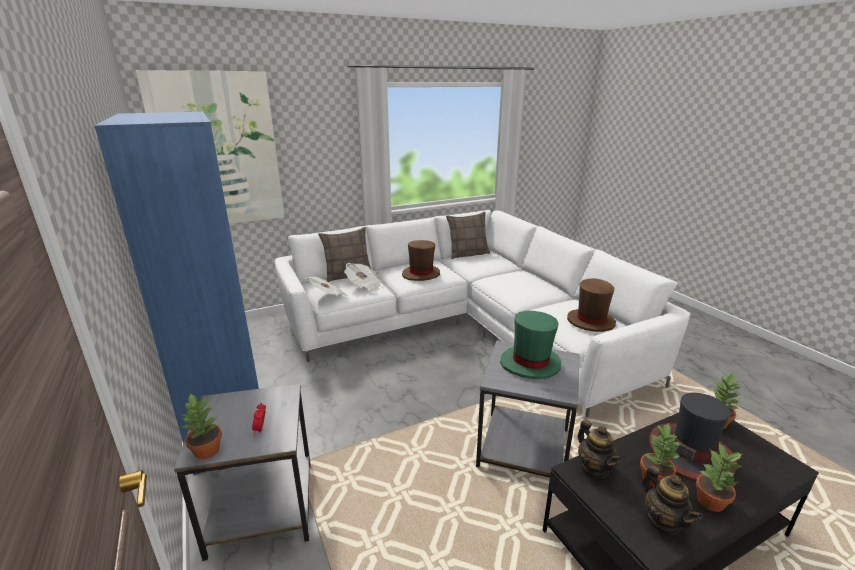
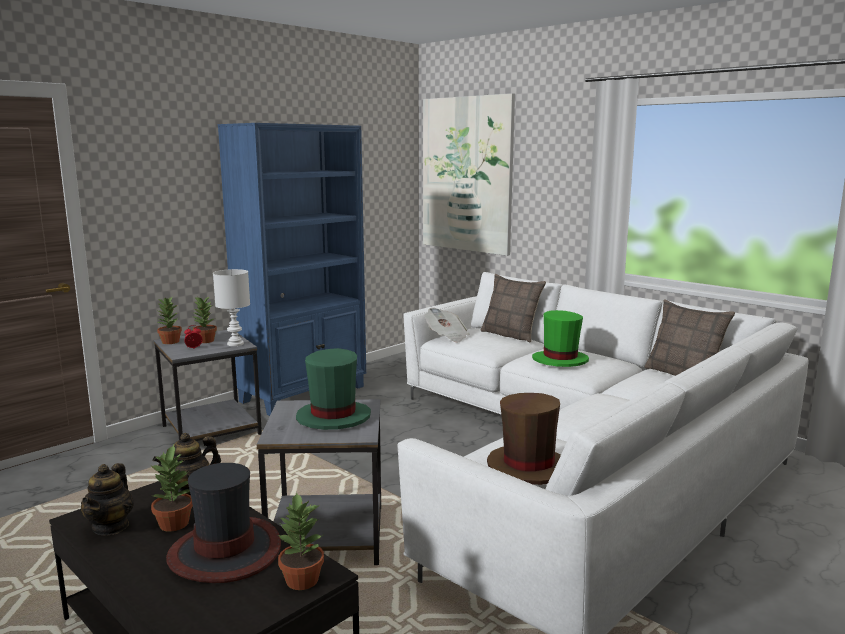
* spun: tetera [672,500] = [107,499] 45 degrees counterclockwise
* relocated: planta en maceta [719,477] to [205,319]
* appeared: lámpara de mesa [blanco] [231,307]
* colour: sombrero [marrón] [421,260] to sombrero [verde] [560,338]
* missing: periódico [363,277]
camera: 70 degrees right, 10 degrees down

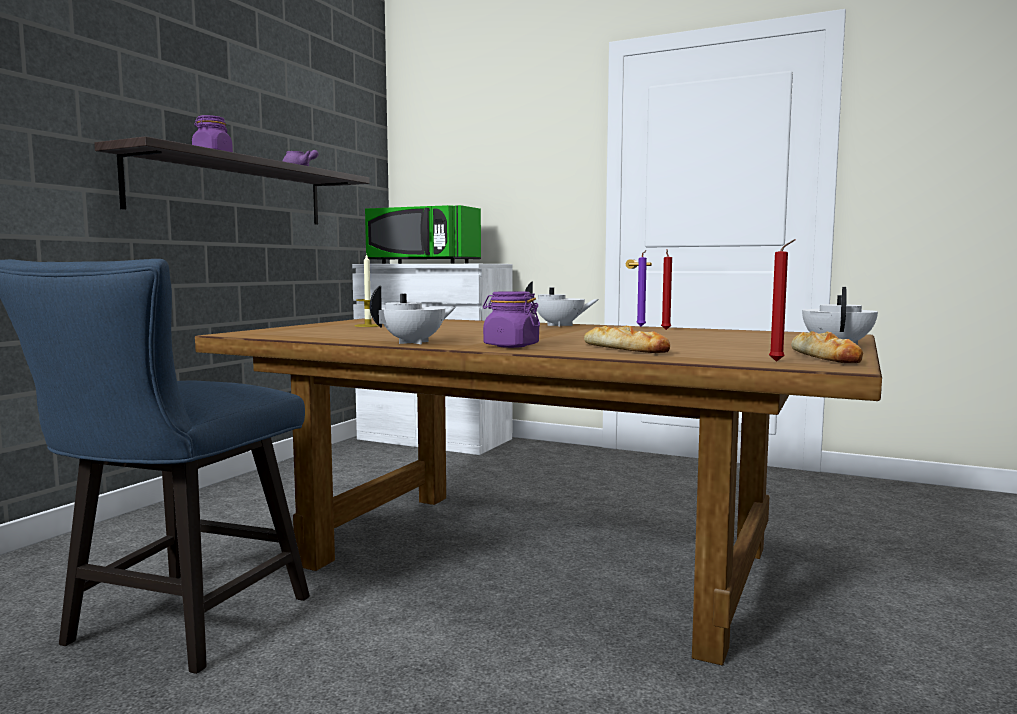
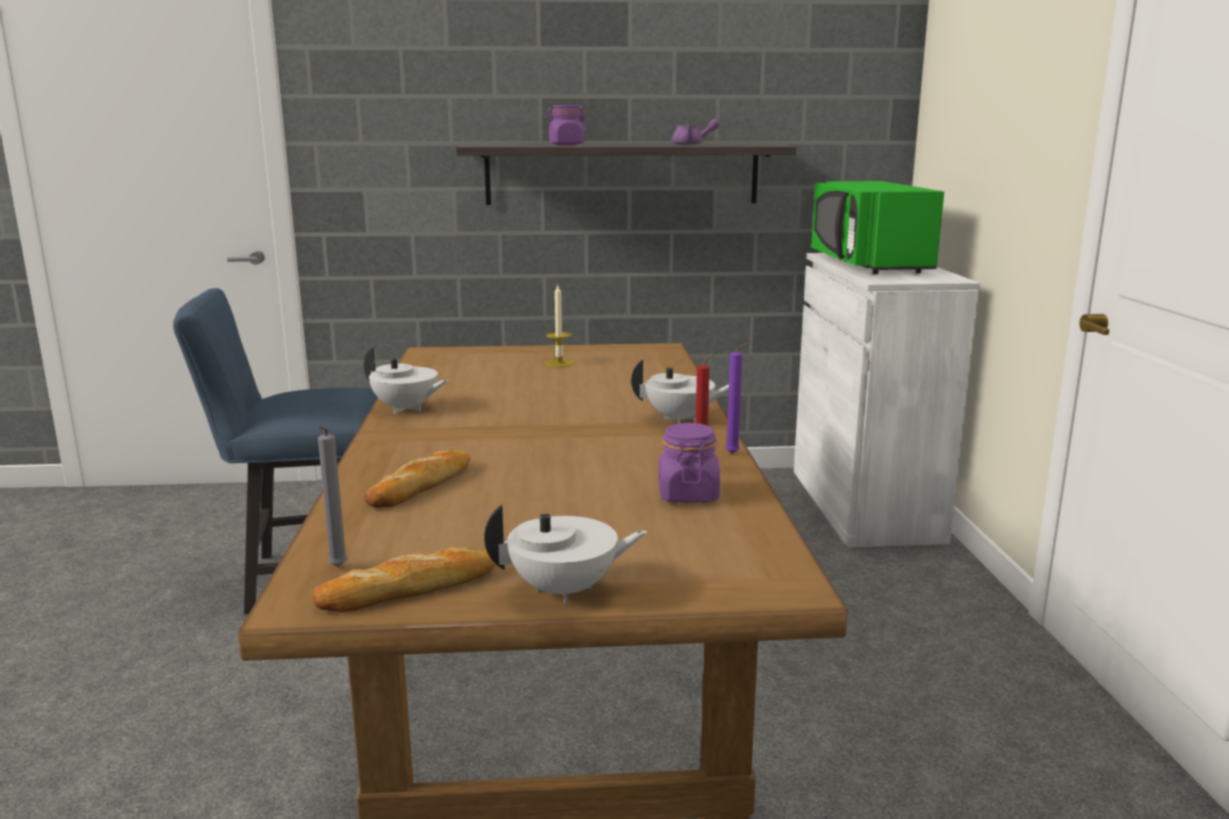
* colour: vela [rojo] [782,300] to vela [gris] [333,496]
* spun: tetera [blanco] [562,304] = [680,391] 60 degrees counterclockwise
* relocated: tarro [morado] [511,319] to [689,463]
camera: 60 degrees right, 10 degrees up

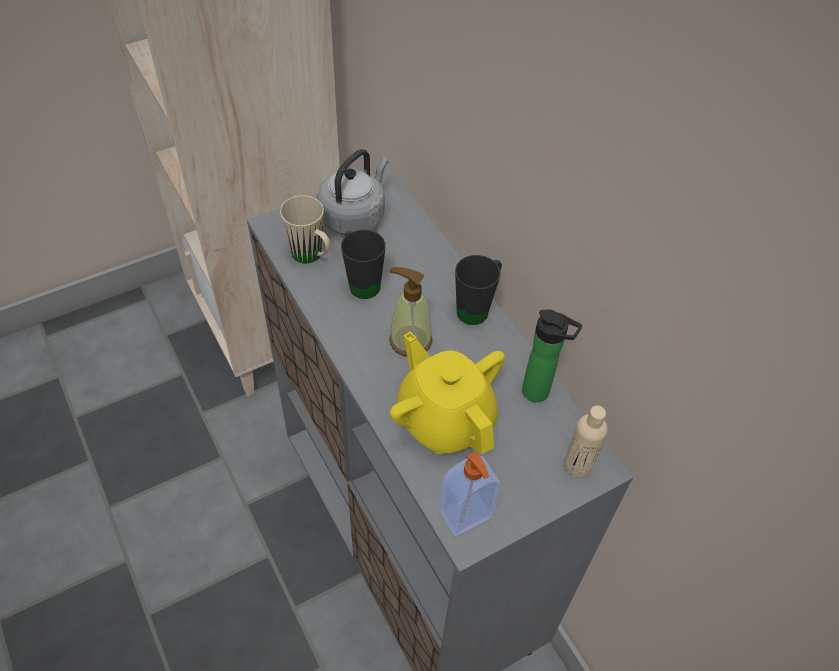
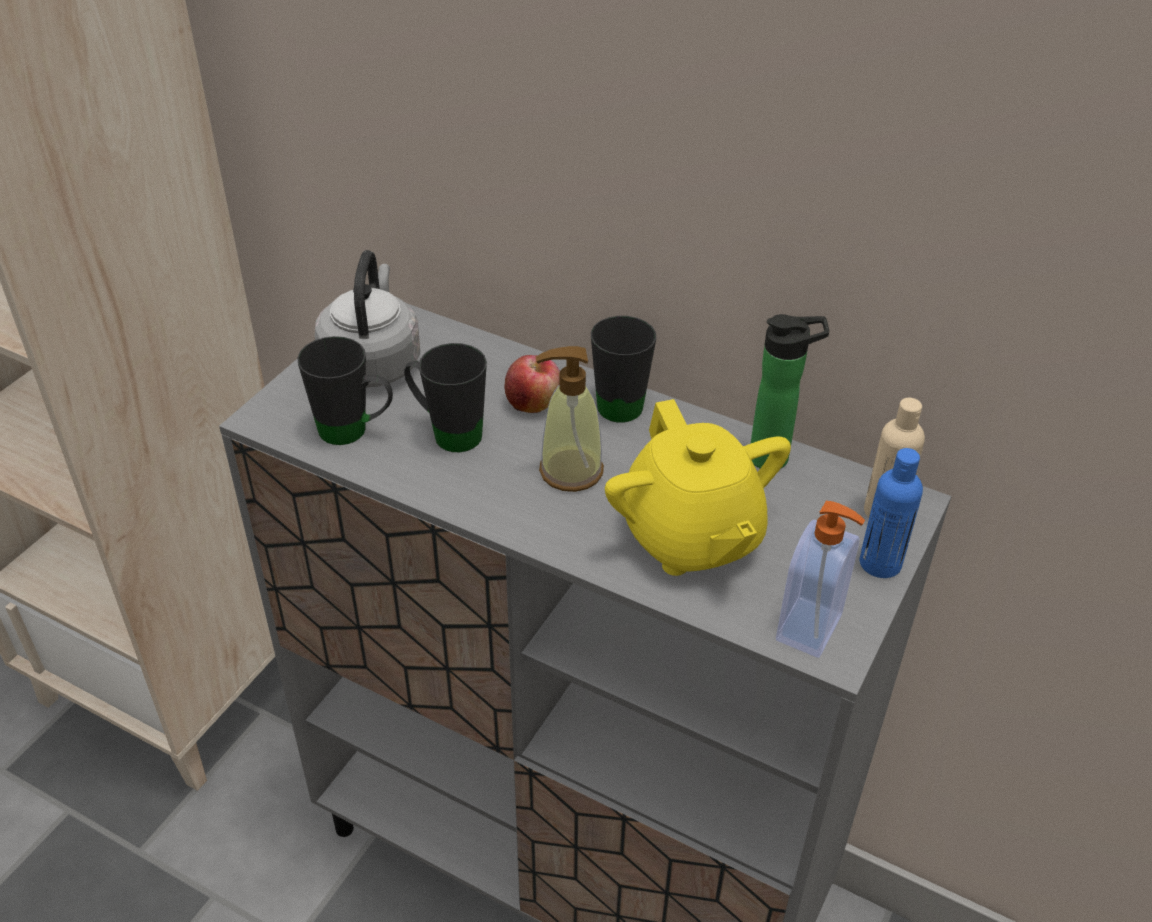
* colour: taza grande [beis] [305,229] to taza grande [negro] [345,390]
* appeared: manzana [532,384]
* spun: tetera [amarillo] [447,392] = [698,487] 135 degrees counterclockwise
* appeared: botella [azul] [891,513]
camera: 30 degrees left, 10 degrees down

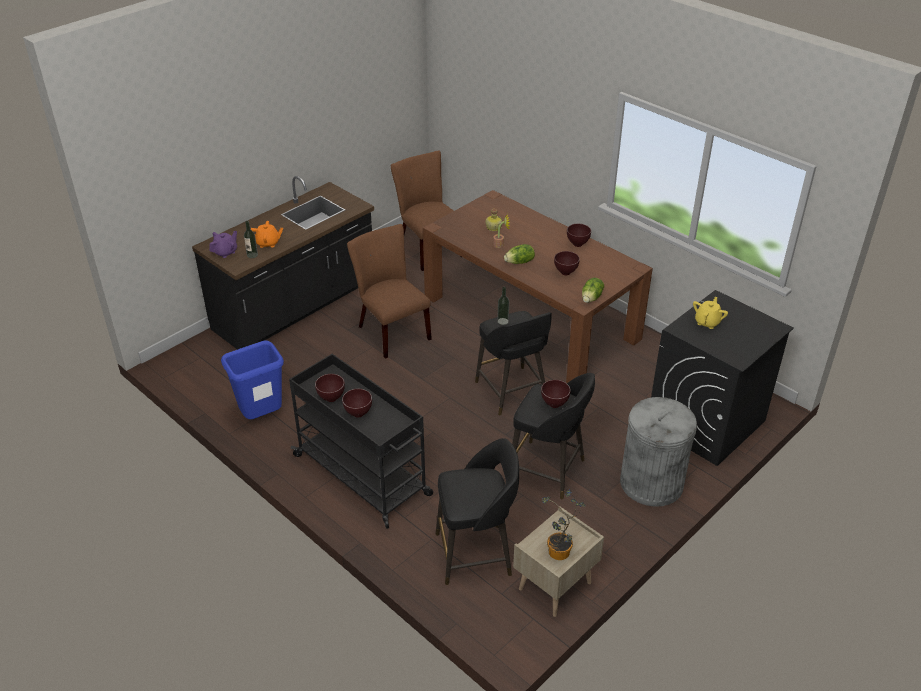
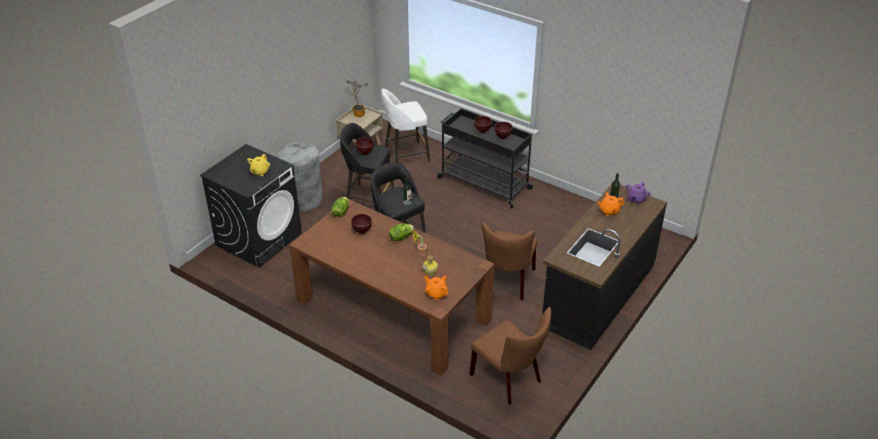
* colour: taburete [negro] [477,511] to taburete [blanco] [405,126]
* appeared: tetera [naranja] [436,287]
* spun: silla [marrón] [389,291] = [509,260] 60 degrees clockwise
* missing: papelera [azul] [252,379]
* missing: cuenco [marrón] [579,235]
camera: 170 degrees right, 0 degrees up

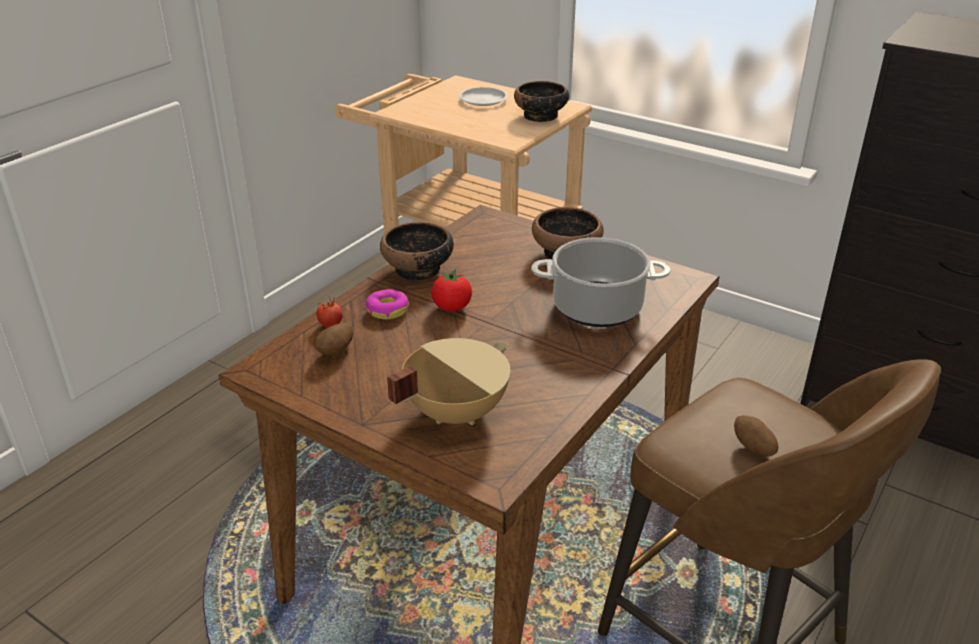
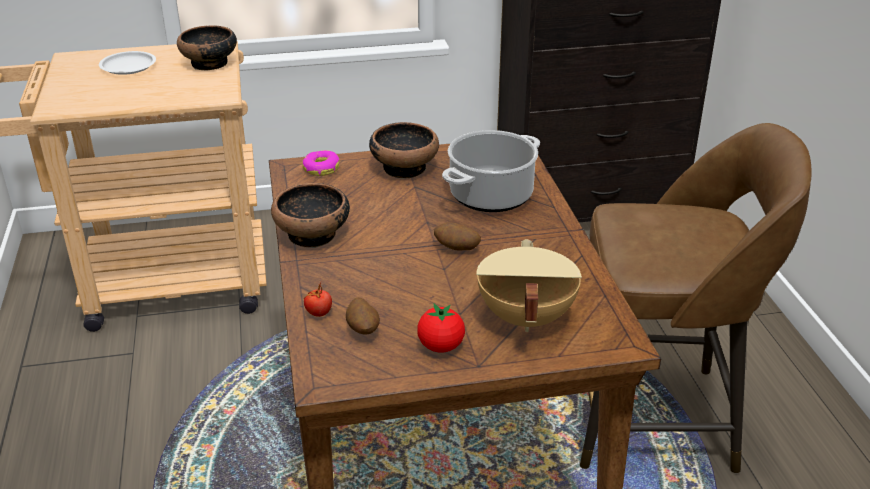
* relocated: rosquilla [387,304] to [320,163]
* relocated: tomate [451,290] to [441,328]
* relocated: patata [756,436] to [457,236]
camera: 45 degrees left, 0 degrees up

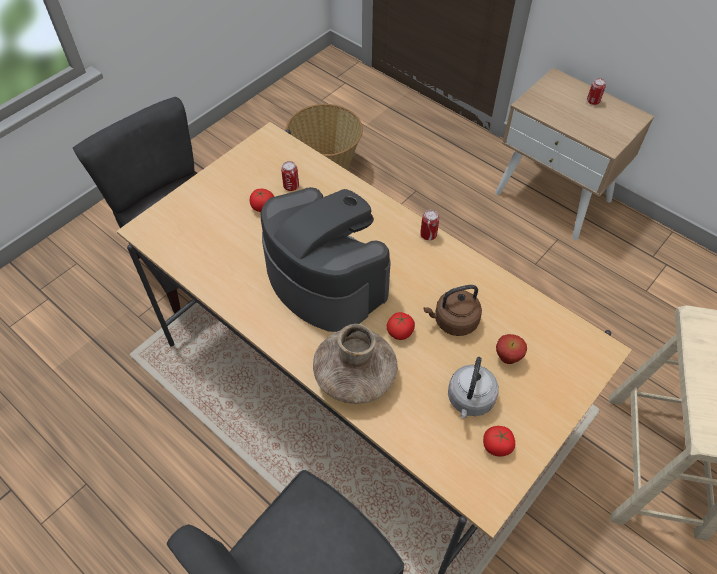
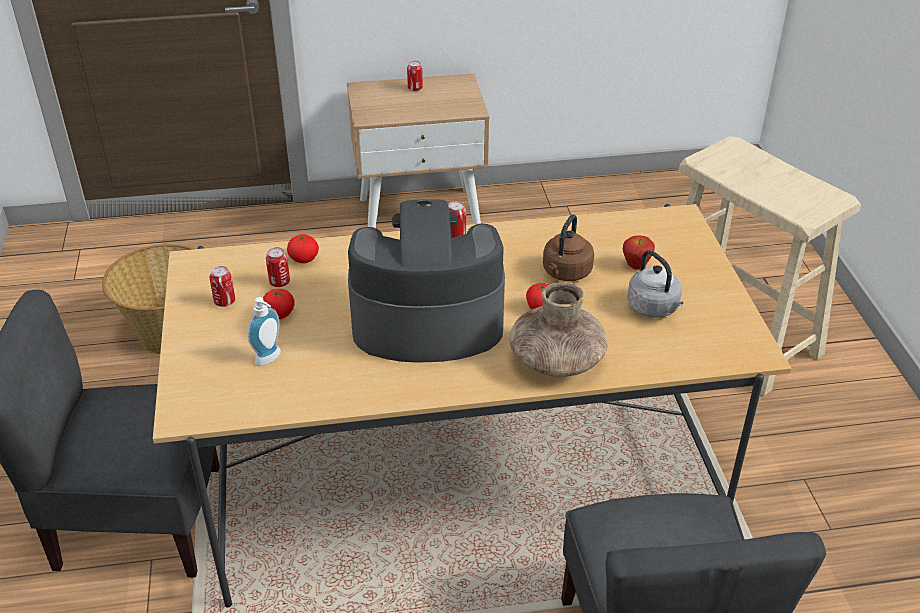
* appeared: lata [222,286]
* appeared: dispensador de jabón [264,331]
* relocated: tomate [499,441] to [303,248]
camera: 50 degrees left, 15 degrees down

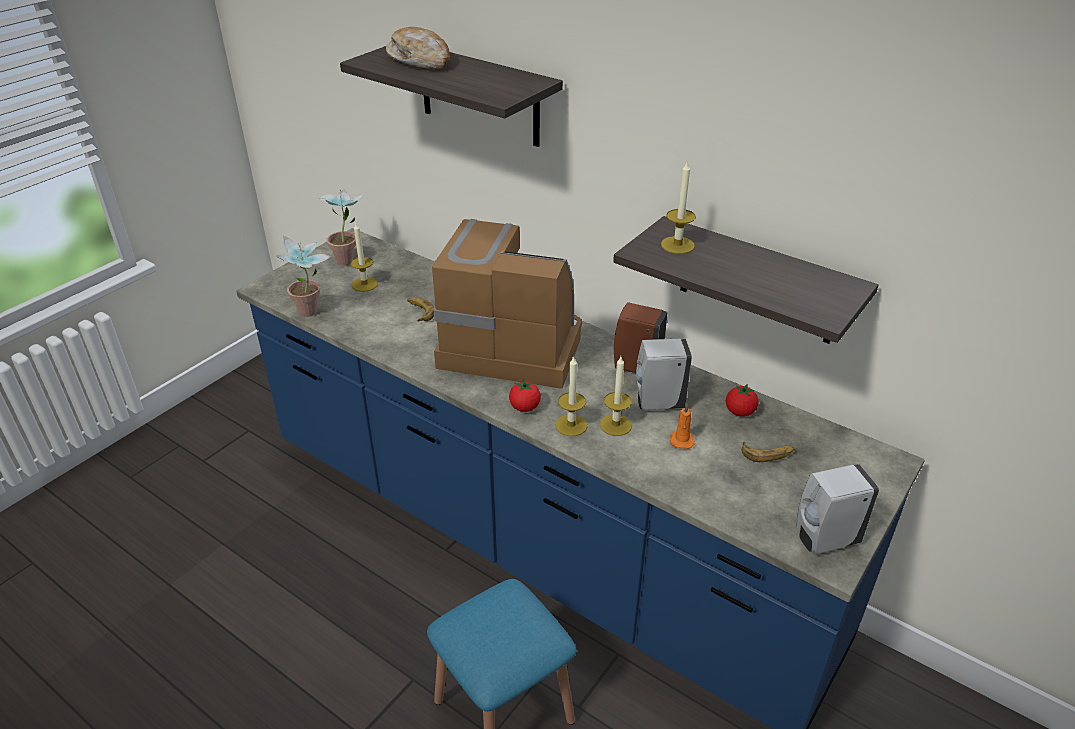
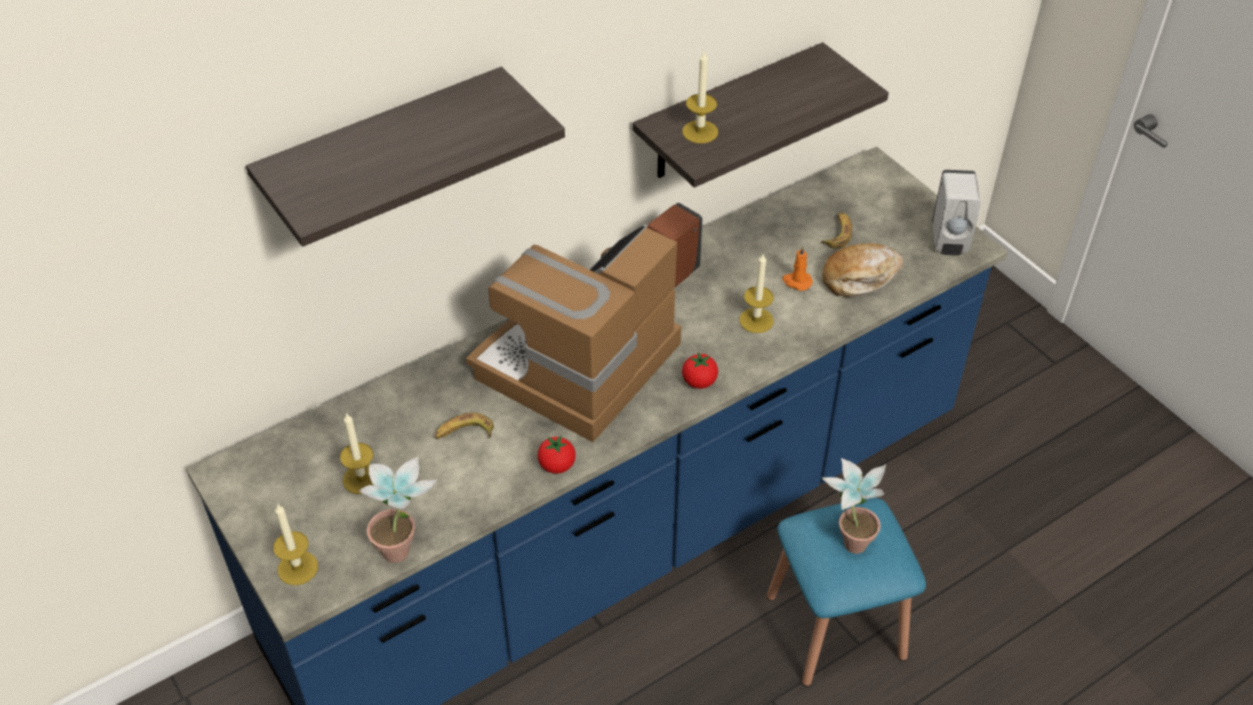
* relocated: vela [571,396] to [295,544]
* relocated: tomate [742,400] to [557,454]
* relocated: pan [418,48] to [862,270]
* relocated: planta en maceta [341,227] to [854,506]
* missing: dispensador de jabón [blanco] [663,374]
camera: 70 degrees left, 10 degrees up

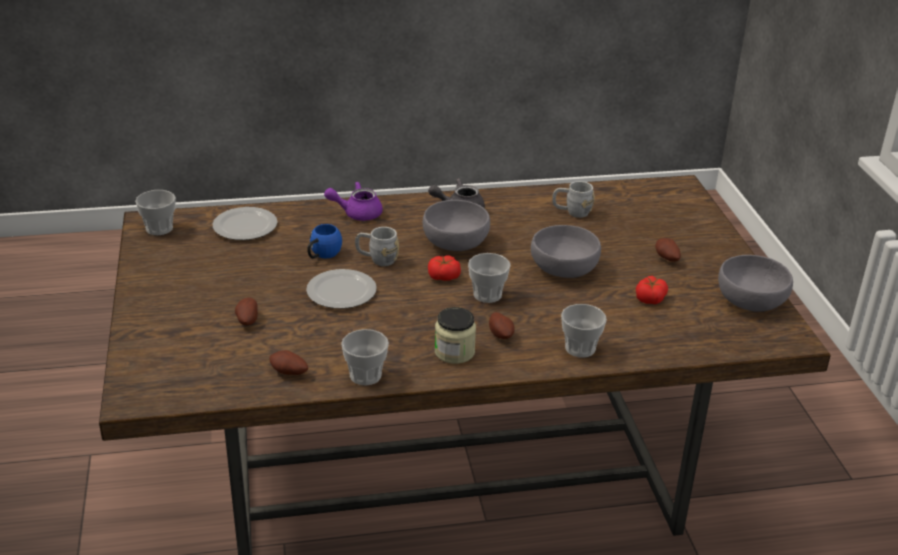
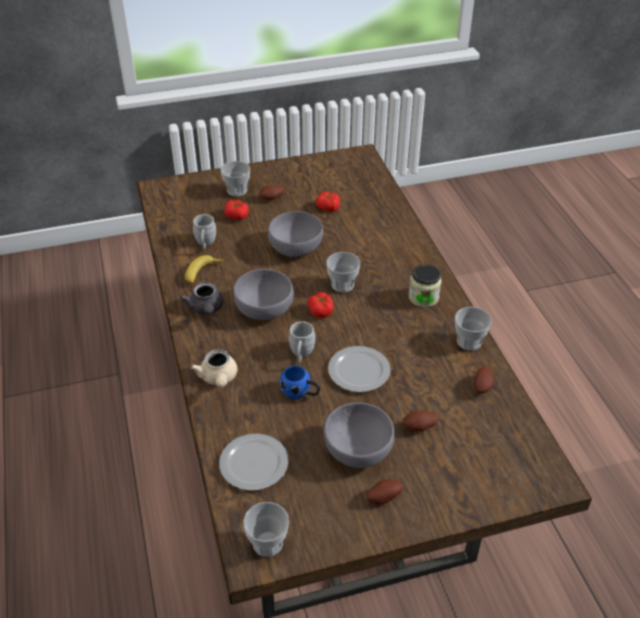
* appeared: plátano [204,269]
* colour: tetera [morado] [353,201] to tetera [beis] [213,368]
* relocated: taza [584,331] to [235,179]
* appeared: tomate [236,210]
* relocated: cuenco [gris] [755,283] to [359,435]
* relocated: patata [502,325] to [384,491]
camera: 95 degrees left, 10 degrees up

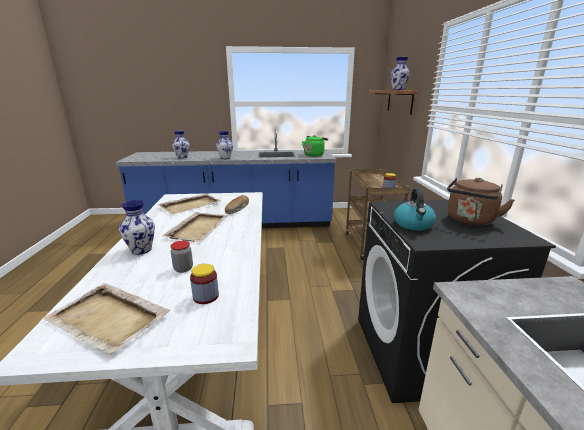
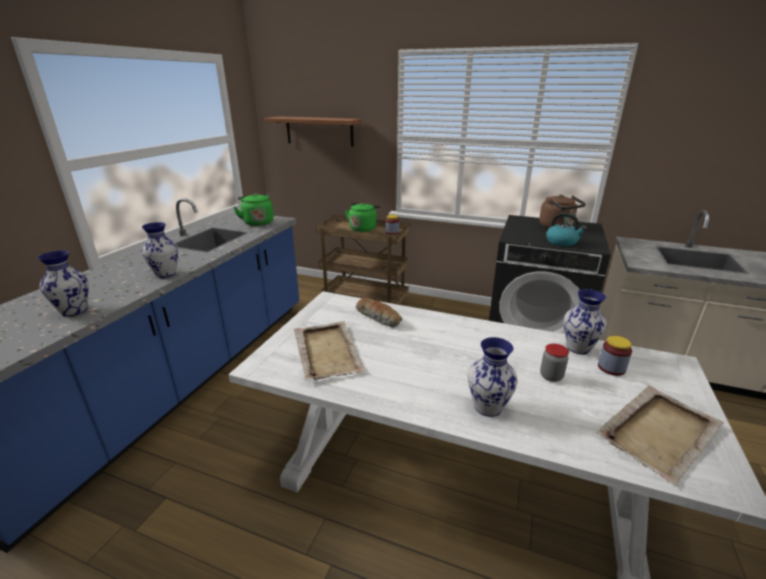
* appeared: hervidor [verde] [363,217]
* relocated: florero [400,73] to [585,321]
* missing: bandeja [beis] [195,227]
camera: 65 degrees left, 5 degrees up

